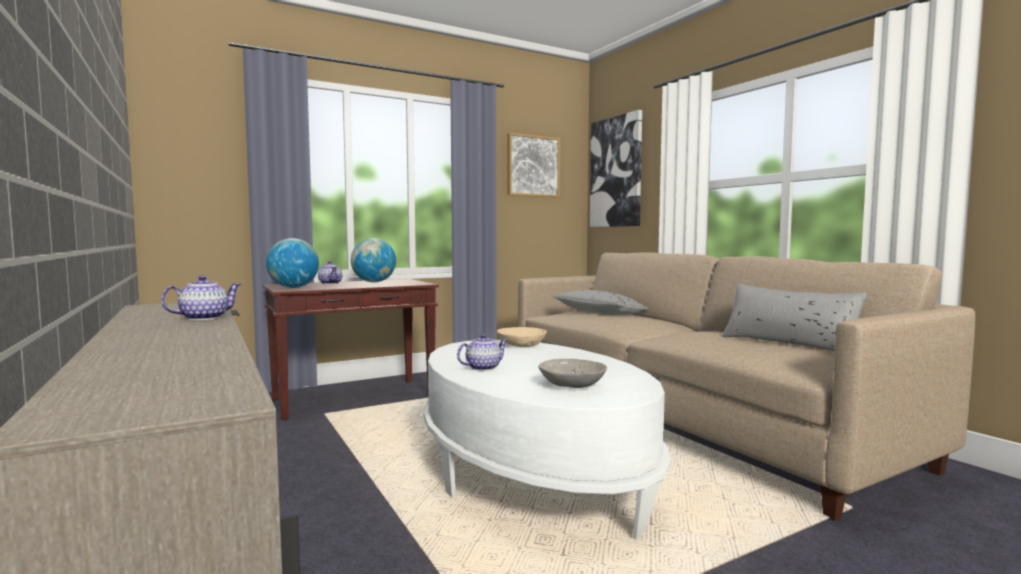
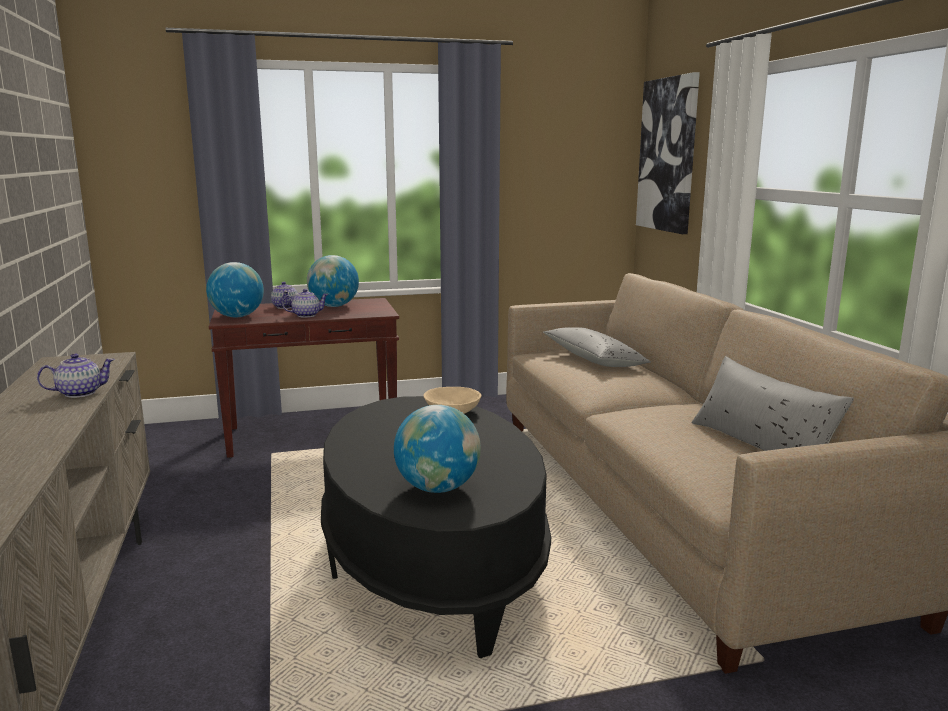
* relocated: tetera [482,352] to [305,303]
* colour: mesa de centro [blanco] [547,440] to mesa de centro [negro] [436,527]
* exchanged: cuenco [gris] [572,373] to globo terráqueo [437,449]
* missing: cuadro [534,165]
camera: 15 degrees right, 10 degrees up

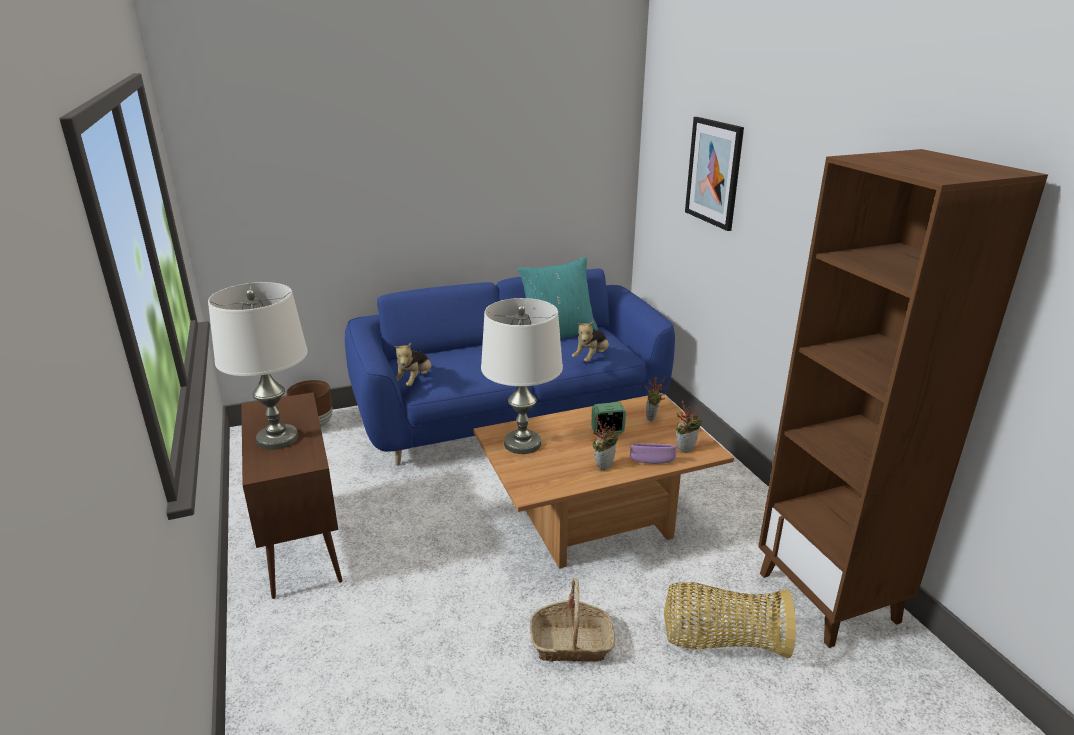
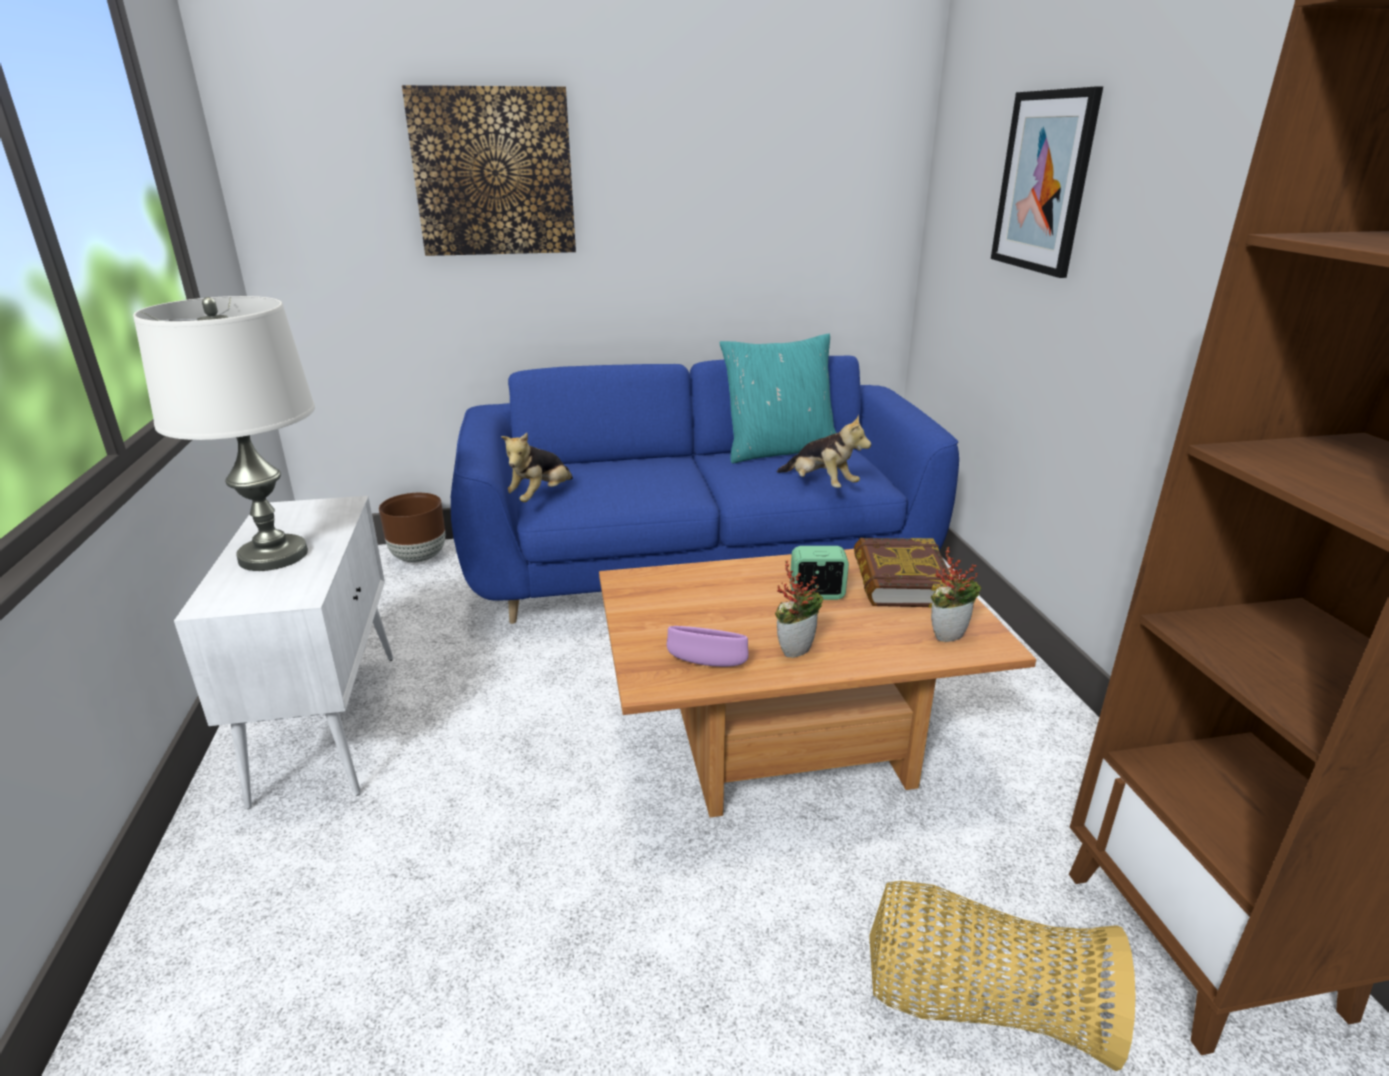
* colour: armario [marrón] [291,495] to armario [blanco] [284,652]
* appeared: cuadro [489,170]
* relocated: cuenco [morado] [653,453] to [708,646]
* spun: peluche [590,341] = [824,451] 90 degrees counterclockwise
* exchanged: planta en maceta [656,399] to libro [903,573]
* missing: lámpara de mesa [blanco] [522,376]
* missing: cesta [572,620]
camera: 10 degrees right, 0 degrees up

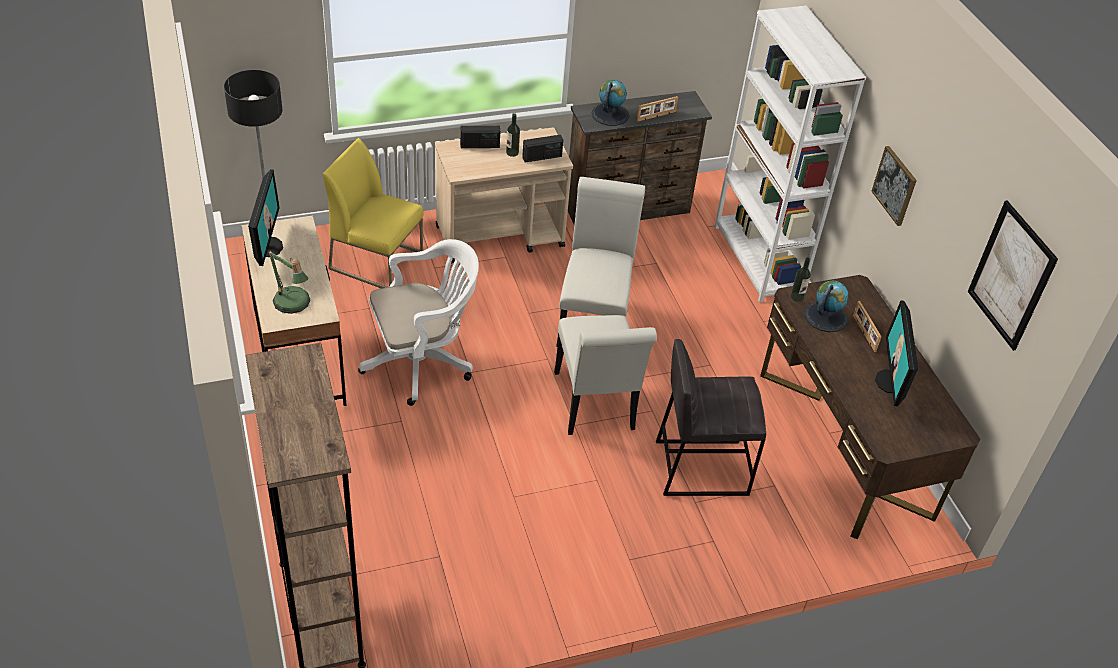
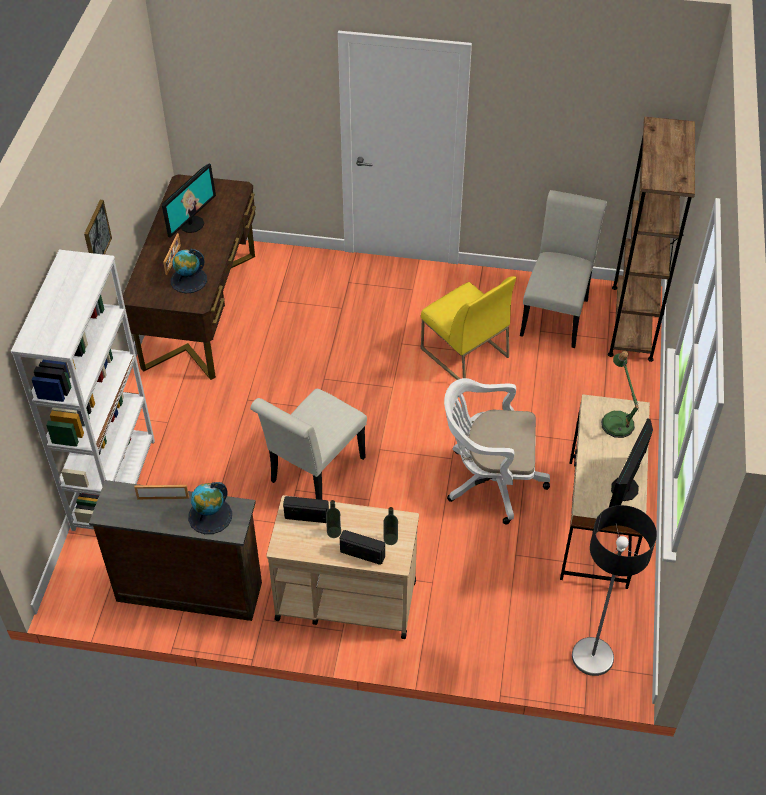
* relocated: botella [800,279] to [391,526]
* relocated: silla [amarillo] [373,213] to [468,328]
* relocated: silla [blanco] [605,375] to [563,269]
* missing: taburete [gris] [711,417]
* missing: cuadro [1013,275]
camera: 150 degrees left, 5 degrees up

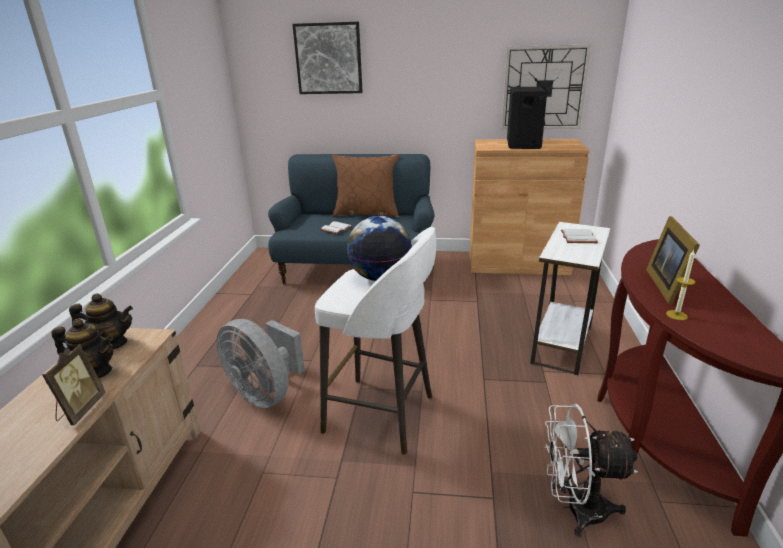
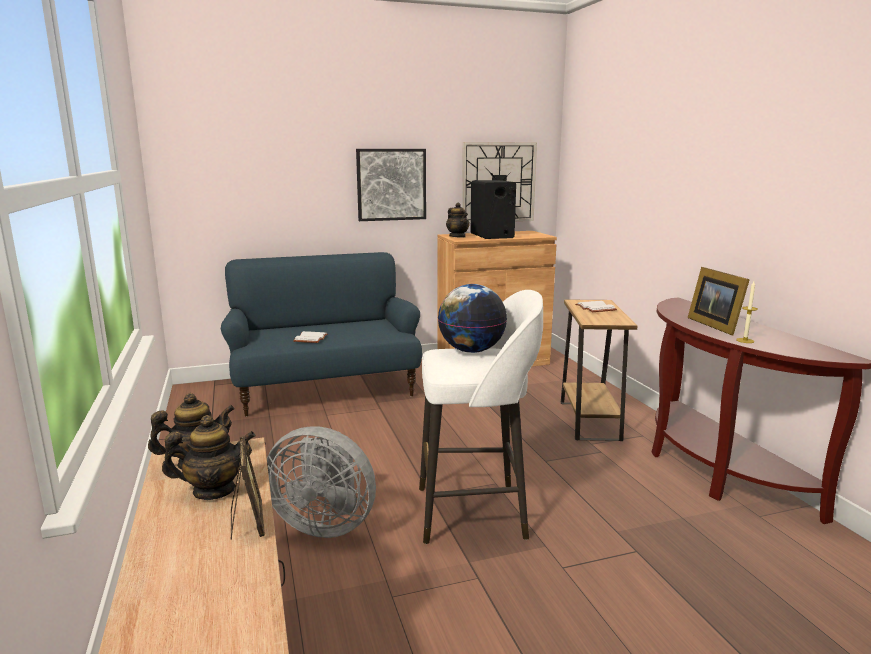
* relocated: cuadro [327,58] to [391,185]
* appeared: tetera [458,220]
* colour: mesa auxiliar [blanco] [570,298] to mesa auxiliar [marrón] [599,370]
* missing: cojín [marrón] [365,185]
* missing: ventilador [blanco] [591,470]
camera: 25 degrees left, 10 degrees down

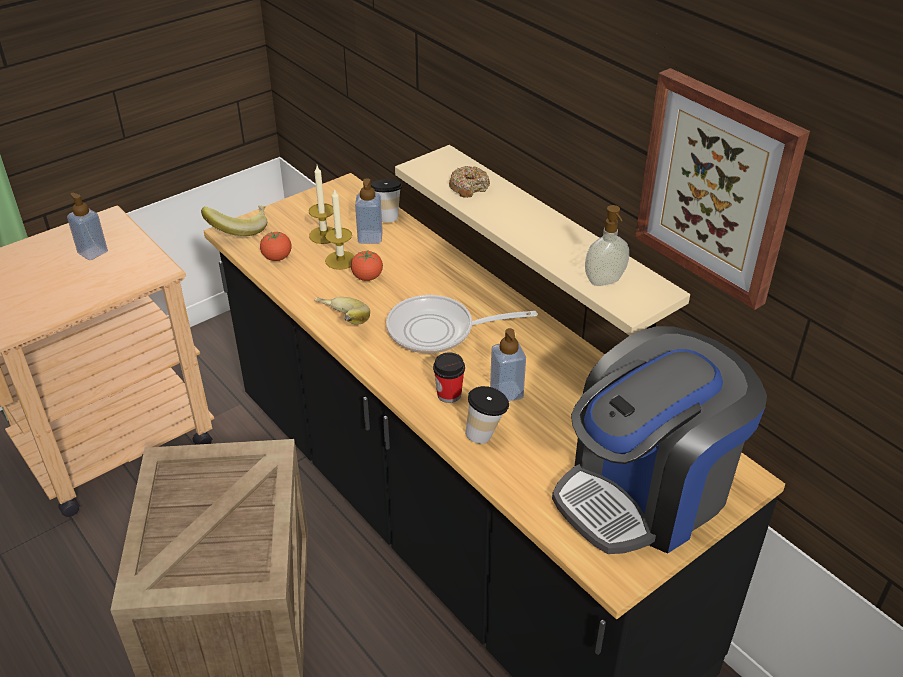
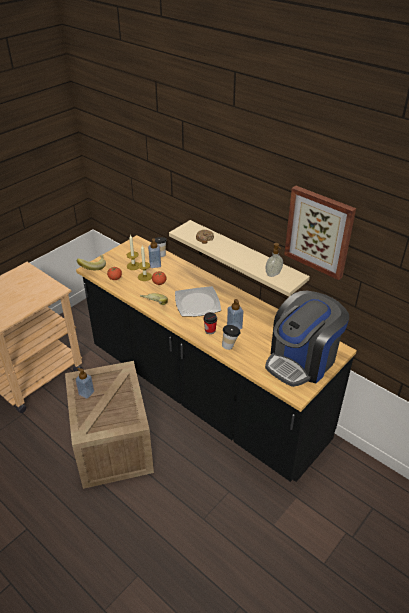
* relocated: dispensador de jabón [87,226] to [85,383]
* exchanged: sartén [461,324] to plato [198,301]
camera: 10 degrees left, 0 degrees up

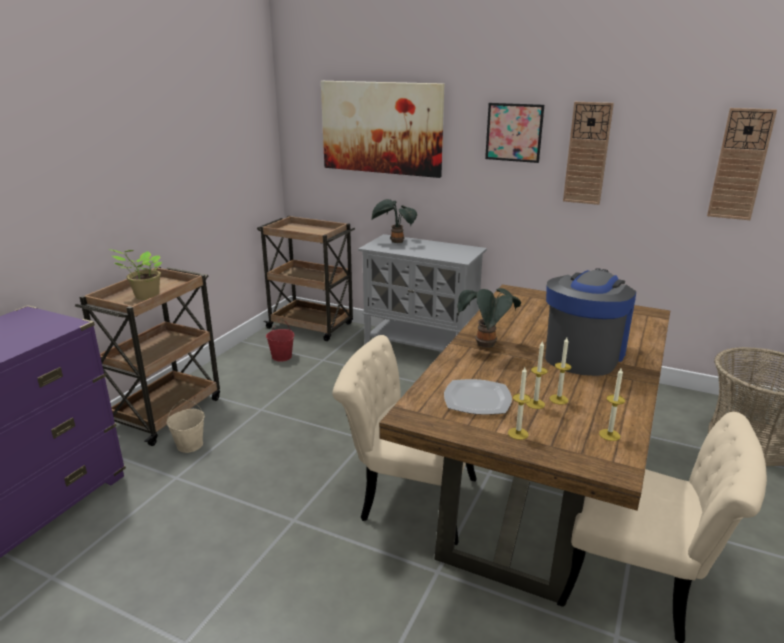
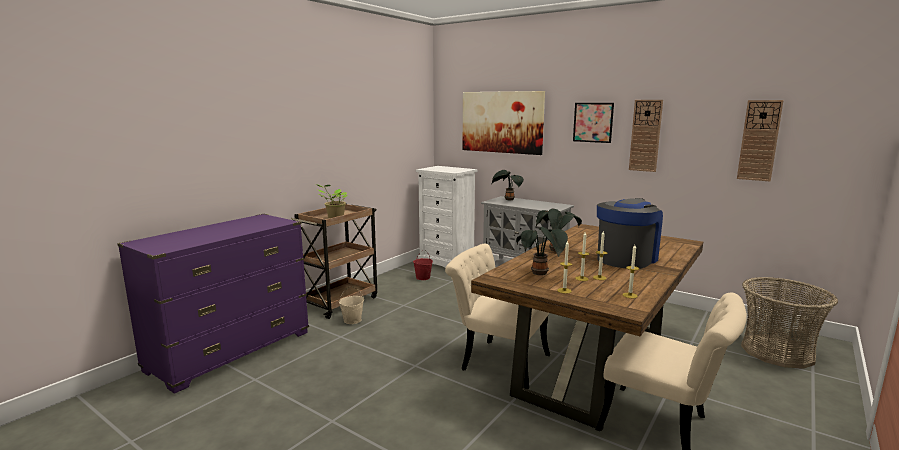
* exchanged: carrito [marrón] [306,278] to cómoda [blanco] [446,217]
* exchanged: plato [478,397] to planta en maceta [542,251]
camera: 10 degrees right, 10 degrees down

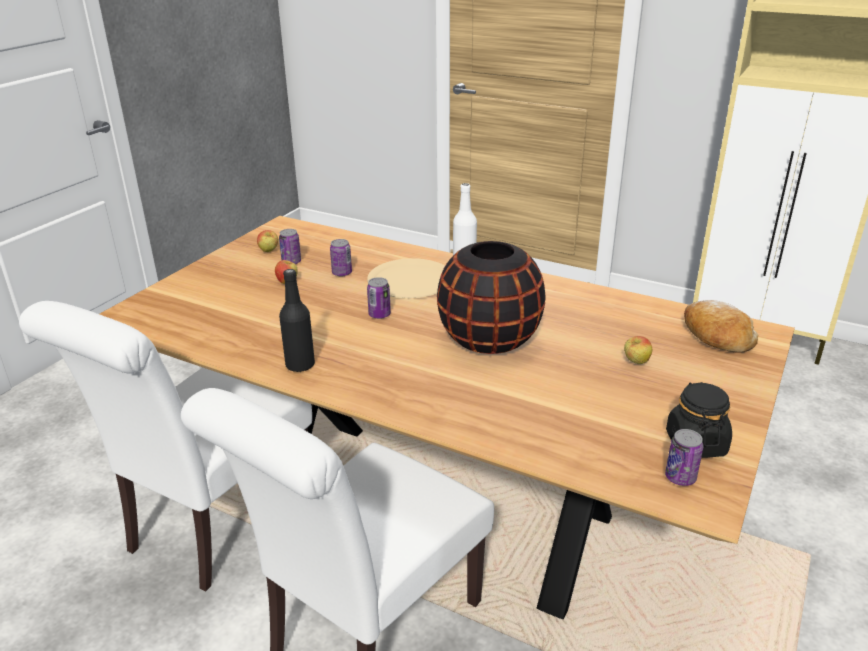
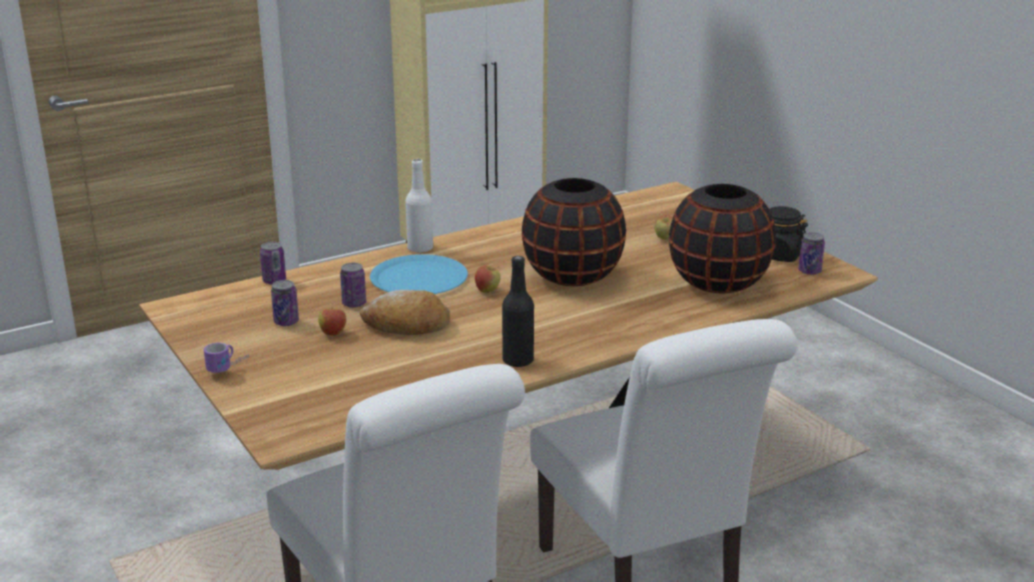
* appeared: taza grande [226,358]
* relocated: lata [379,298] to [273,263]
* relocated: pan [721,326] to [405,312]
* colour: plato [beis] [406,278] to plato [azul] [419,274]
* relocated: manzana [267,241] to [488,279]
* appeared: florero [negro] [722,238]
camera: 60 degrees left, 5 degrees down

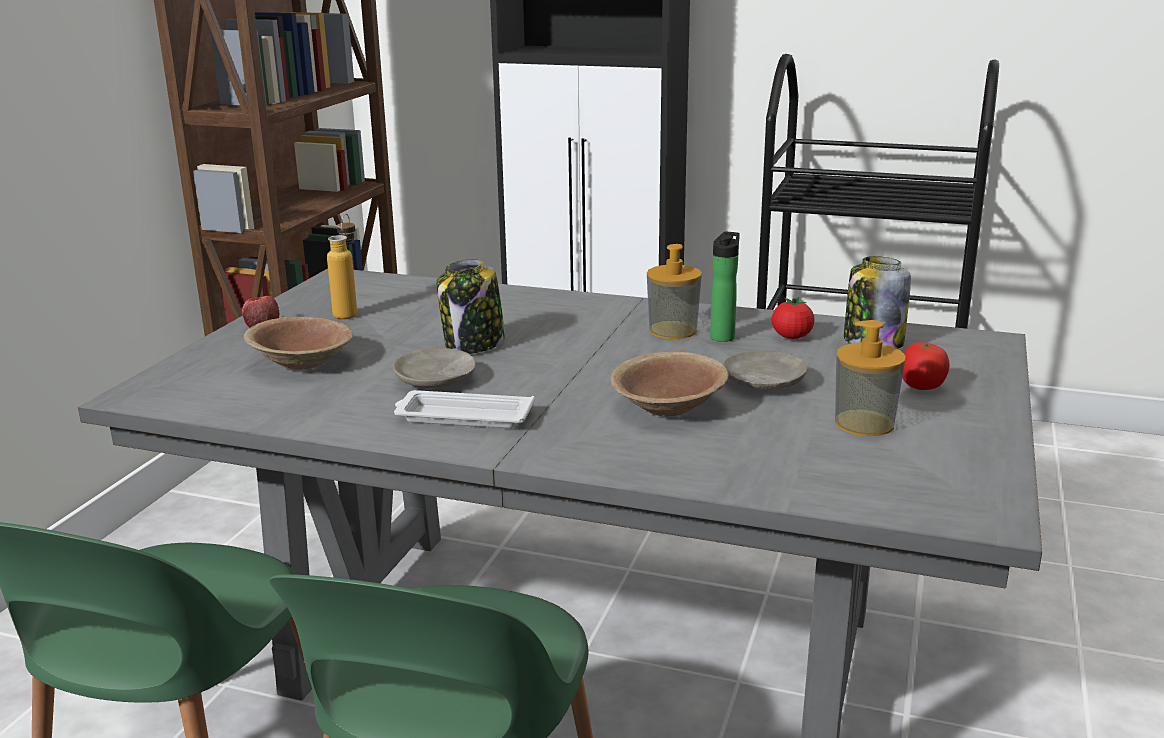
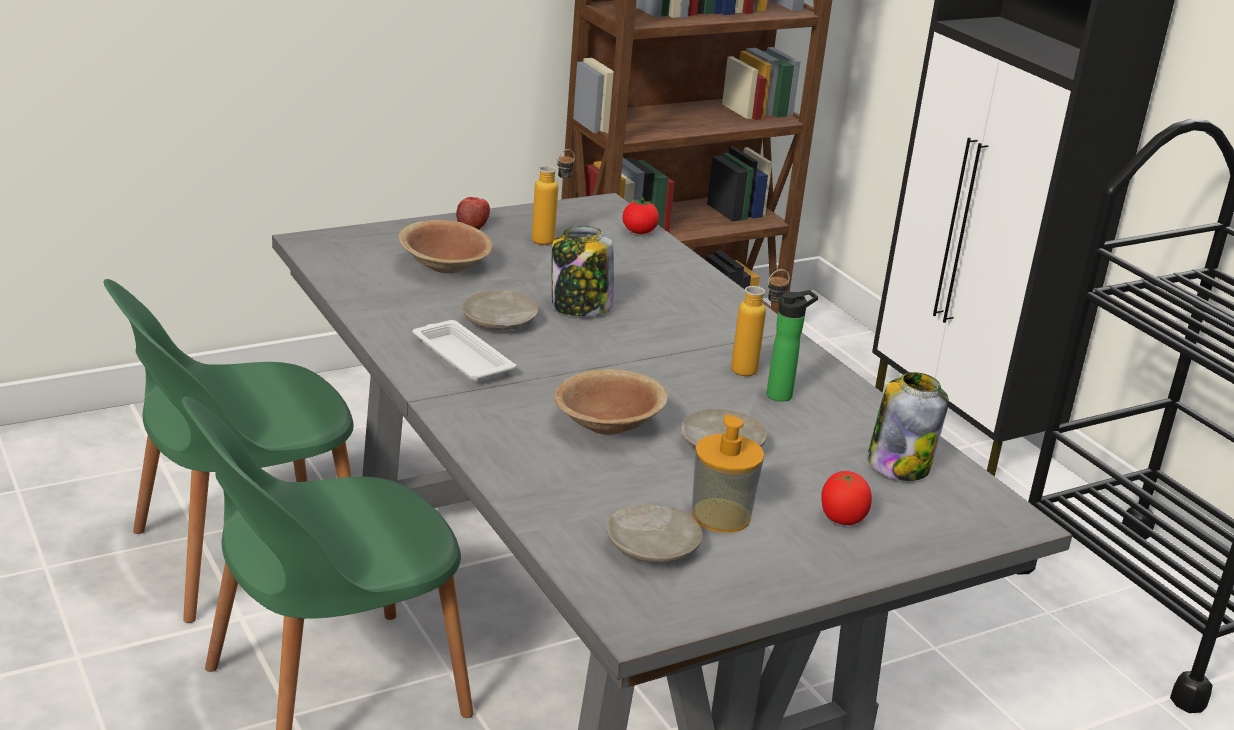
* appeared: plato [beis] [655,533]
* relocated: tomate [793,318] to [641,215]
* exchanged: dispensador de jabón [674,291] to botella [760,322]
camera: 40 degrees right, 5 degrees up

